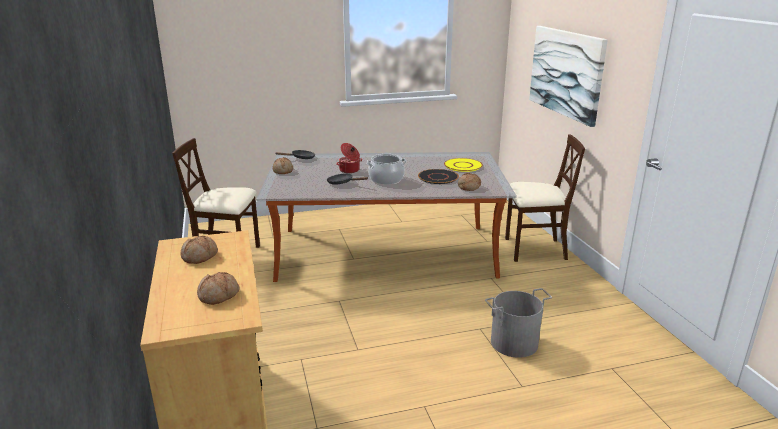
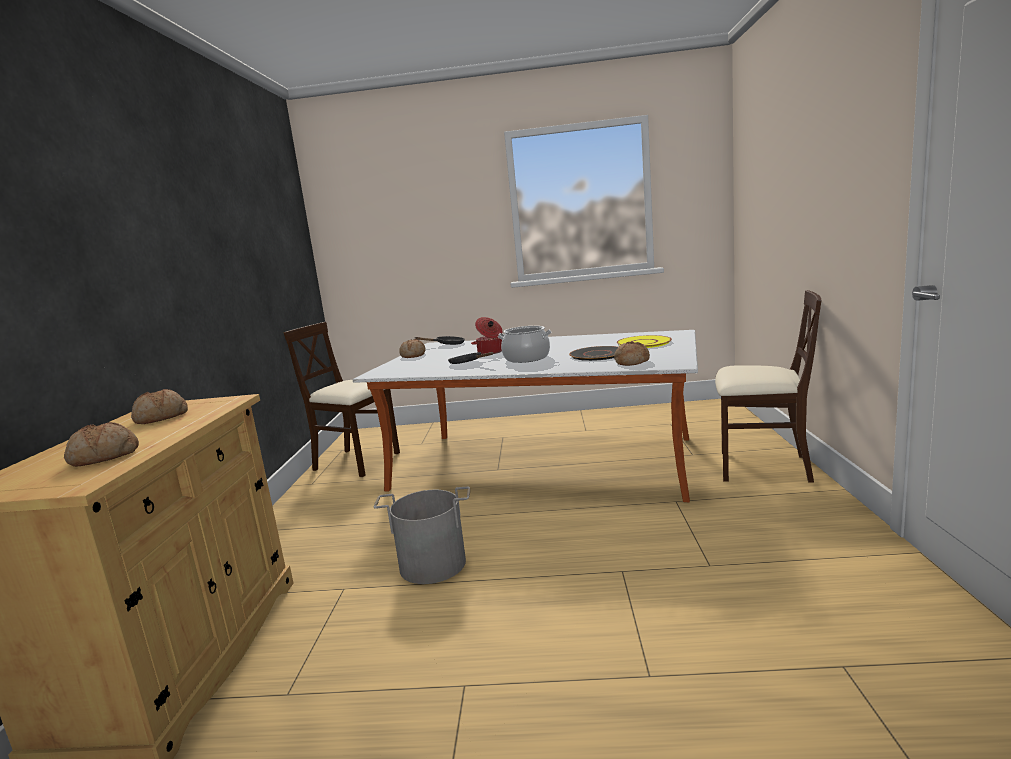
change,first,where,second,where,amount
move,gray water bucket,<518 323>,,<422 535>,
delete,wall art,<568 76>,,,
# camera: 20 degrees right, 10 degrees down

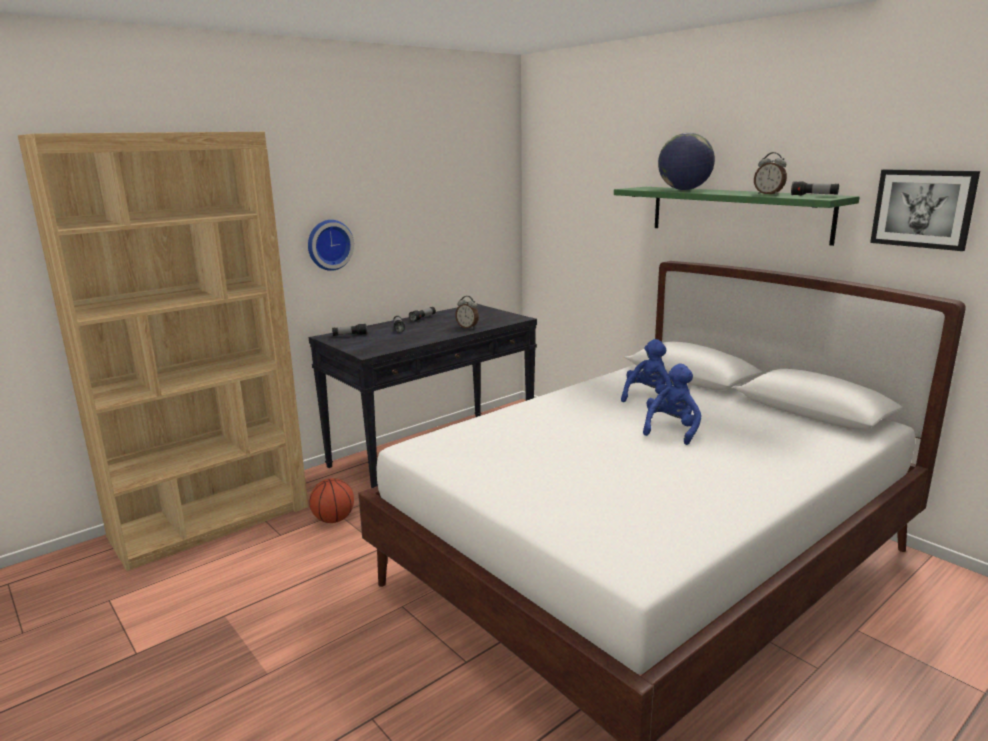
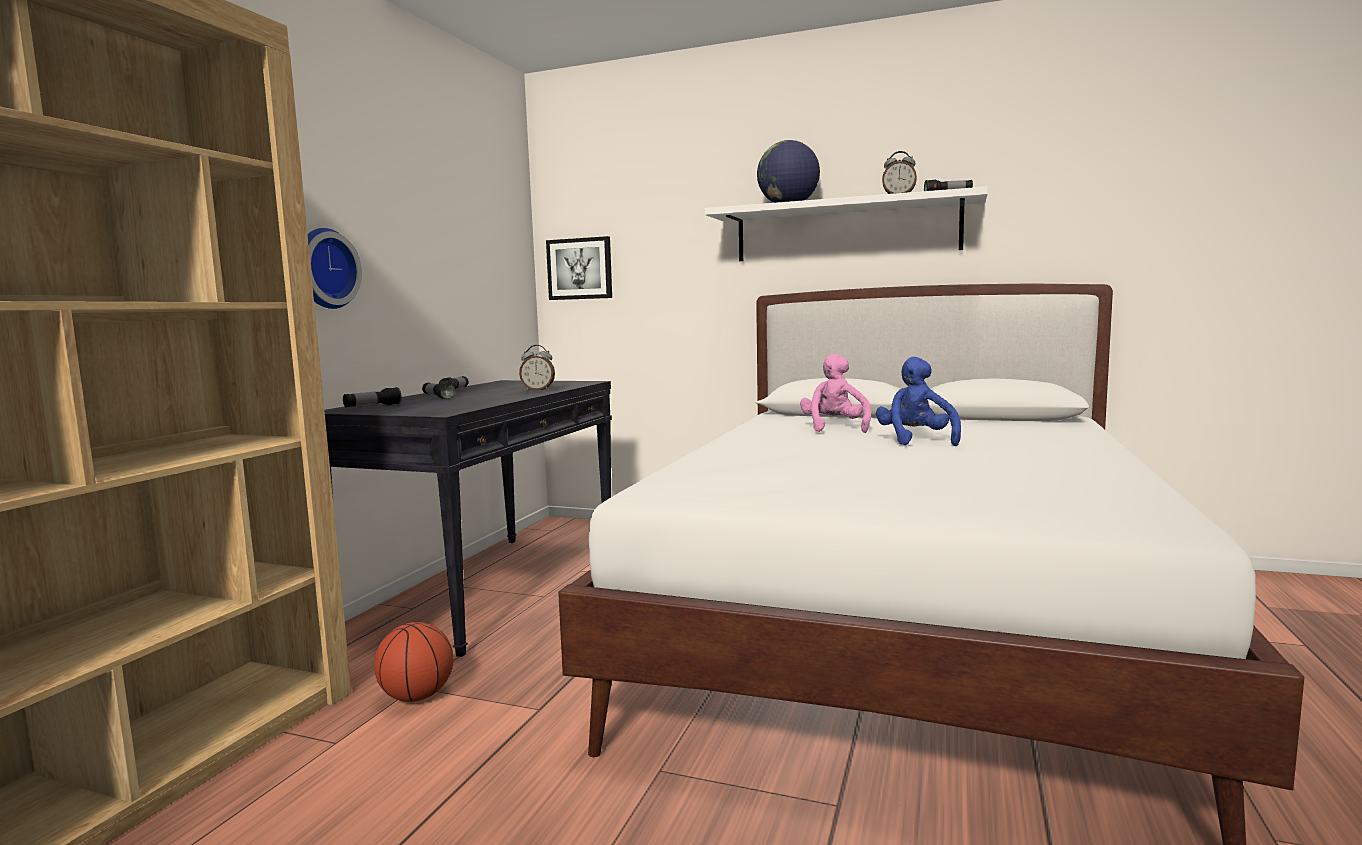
change,first,where,second,where,amount
recolor,green wall shelf,<737 216>,whitish wall shelf,<846 223>,
recolor,blue cuddly toy,<647 370>,pink-coloured cuddly toy,<835 393>,
move,wall art,<925 210>,,<579 268>,
# camera: 30 degrees left, 10 degrees down

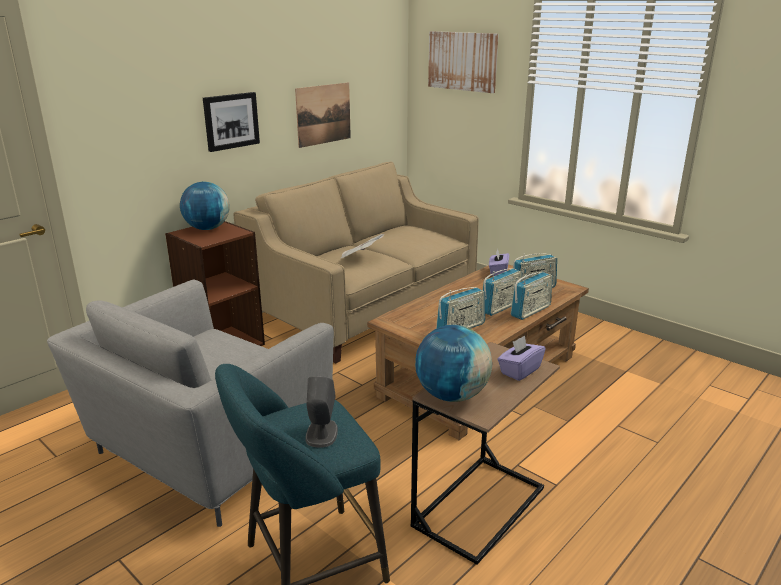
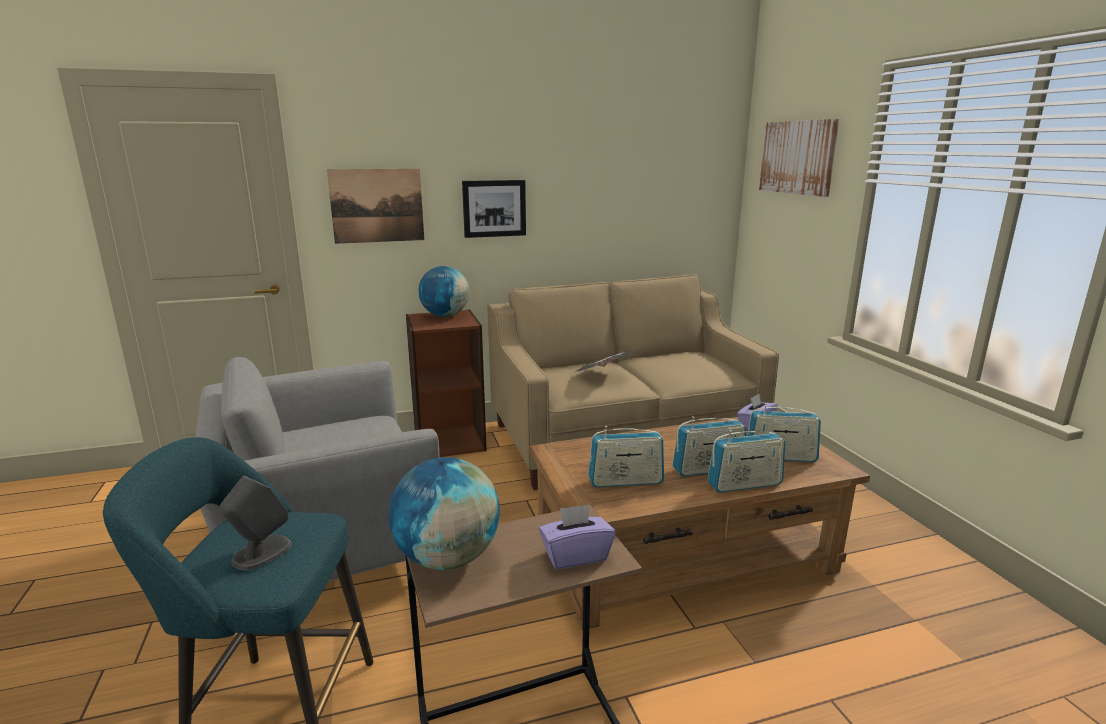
change,first,where,second,where,amount
move,wall art,<323 115>,,<375 206>,
# camera: 30 degrees right, 5 degrees down

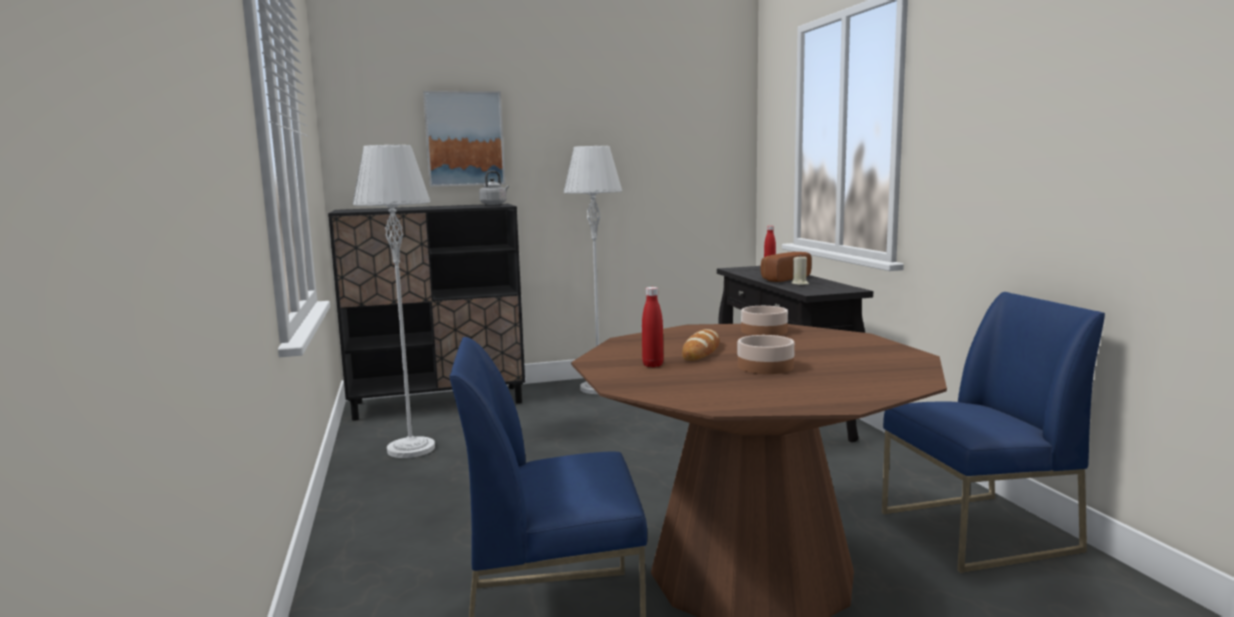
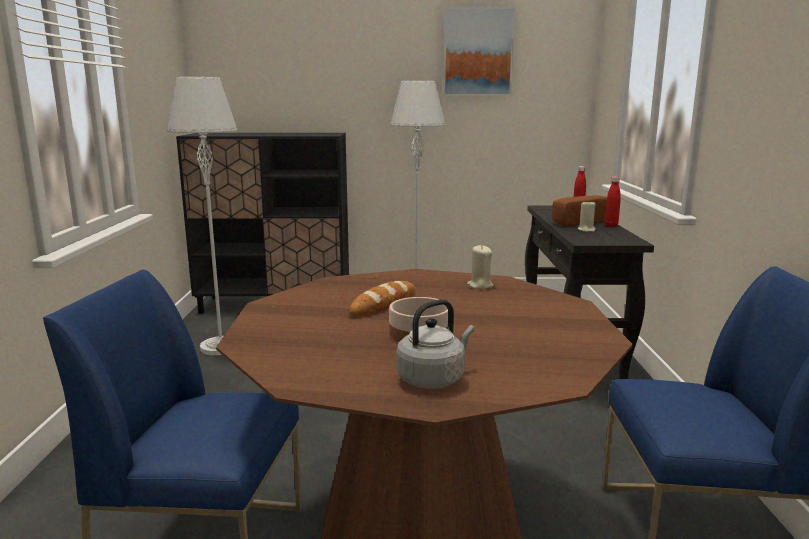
change,first,where,second,where,amount
move,wall art,<464 139>,,<479 51>,
move,gray water kettle,<494 188>,,<435 344>,
move,red drink bottle,<652 327>,,<613 202>,
replace,bowl,<764 321>,beige-coloured wax candle,<480 267>,
# camera: 15 degrees right, 5 degrees up

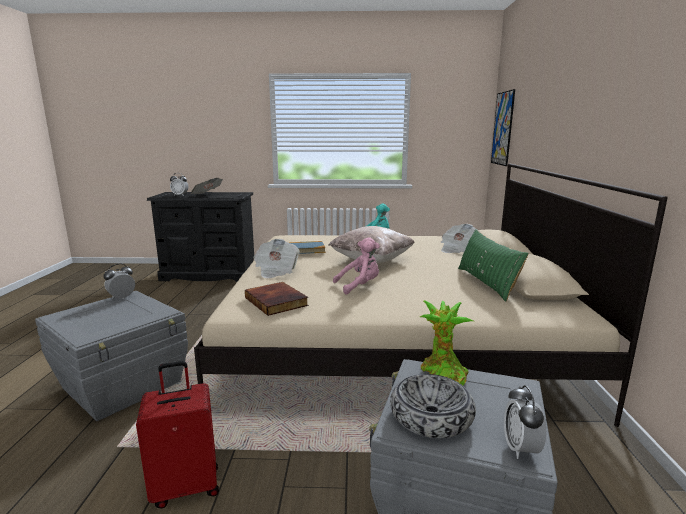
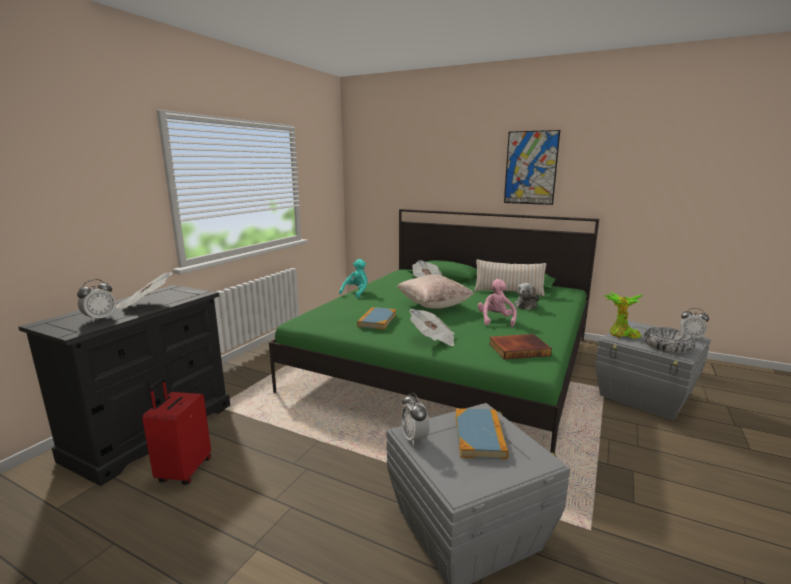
change,first,where,second,where,amount
move,red suitcase,<177 435>,,<176 431>,
recolor,beige-coloured sleeping bed,<431 295>,green sleeping bed,<434 331>,
recolor,green pillow,<493 265>,beige-coloured pillow,<510 277>,
move,wall art,<503 127>,,<532 167>,
insert,,,bound book,<482 434>,
insert,,,cuddly toy,<527 296>,
# camera: 65 degrees left, 0 degrees up

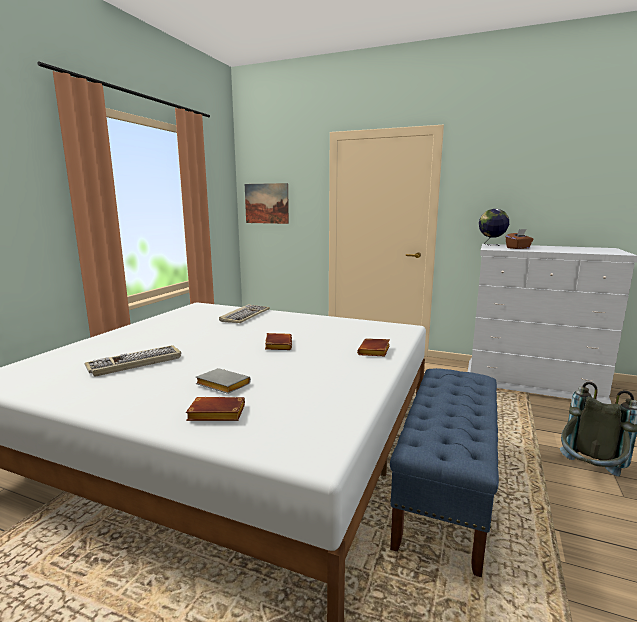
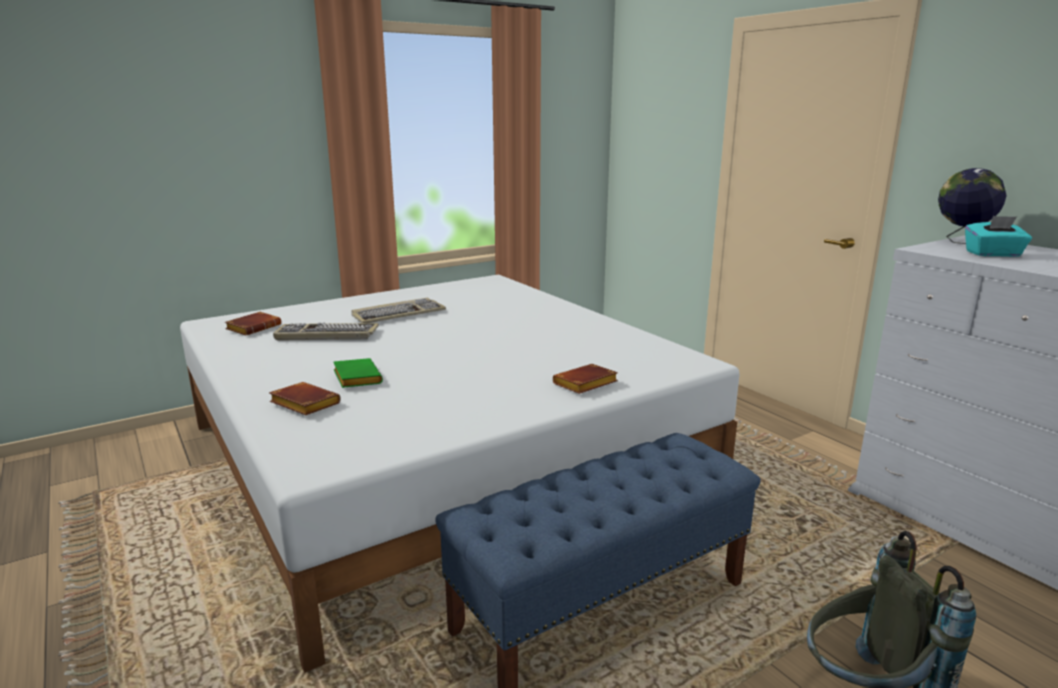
change,first,where,second,where,amount
recolor,gray bound book,<223 381>,green bound book,<358 373>,
move,keyboard,<244 313>,,<398 310>,
delete,wall art,<267 203>,,,
move,brown bound book,<278 341>,,<253 324>,
recolor,brown tissue holder,<519 239>,blue-green tissue holder,<998 236>,
# camera: 35 degrees right, 5 degrees up

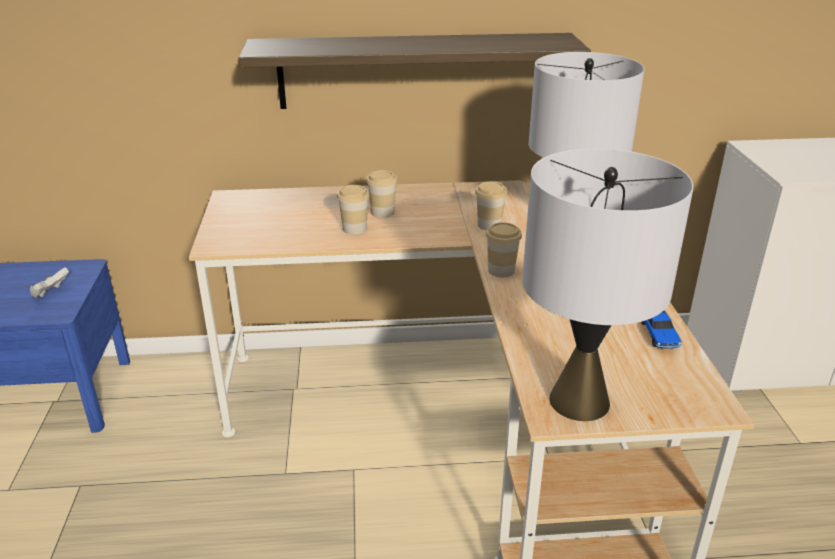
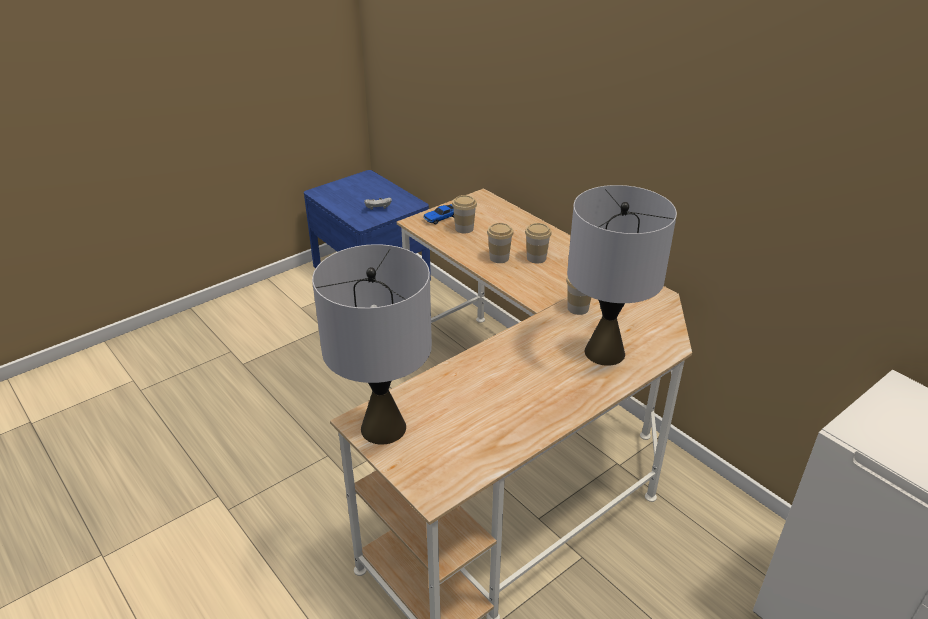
change,first,where,second,where,amount
delete,wall shelf,<414 71>,,,
move,small cup,<504 249>,,<464 214>,
move,model car,<661 329>,,<438 214>,
# camera: 55 degrees right, 5 degrees up

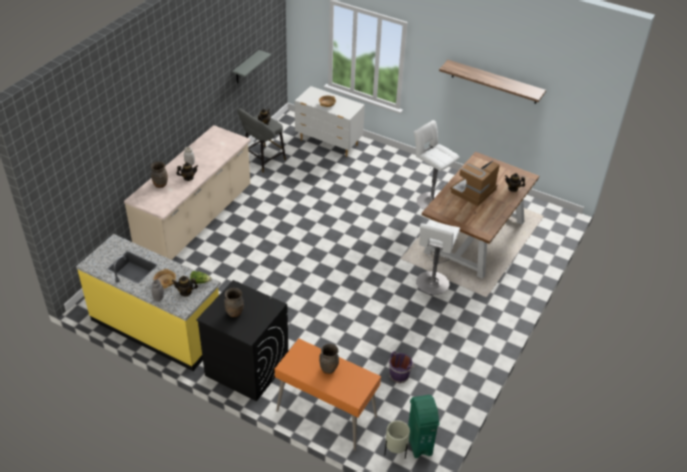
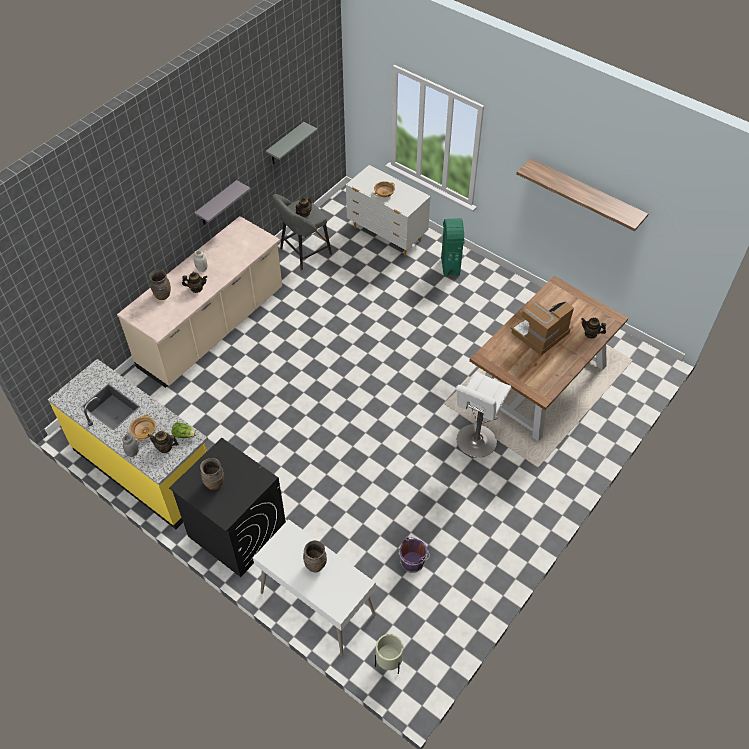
change,first,where,second,where,amount
recolor,orange desk,<328 395>,whitish desk,<314 587>,
move,green waste bin,<424 426>,,<453 247>,
delete,whitish stool,<437 165>,,,
insert,,,gray wall shelf,<223 202>,
# camera: 10 degrees right, 10 degrees up

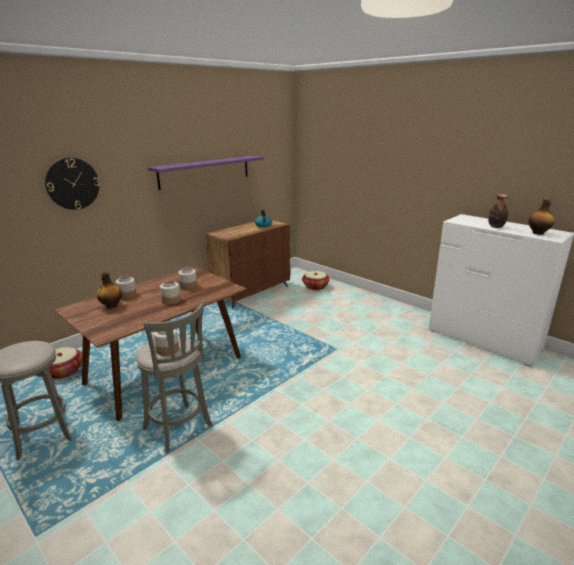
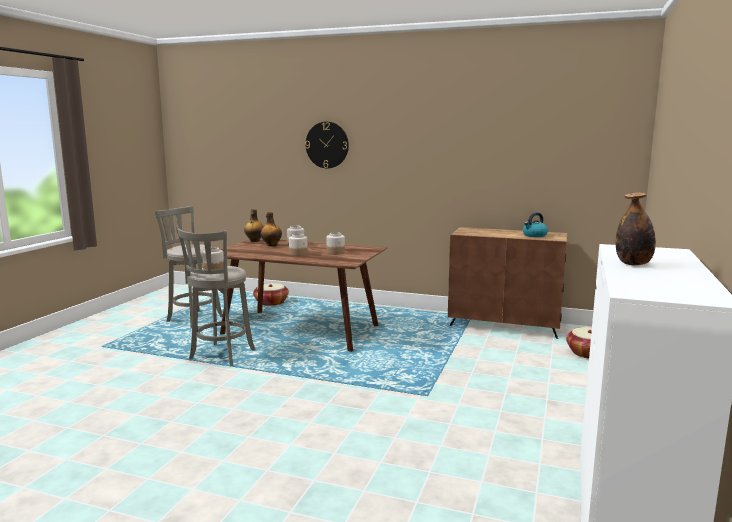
change,first,where,second,where,amount
delete,purplish wall shelf,<206 173>,,,
move,drink bottle,<541 216>,,<254 225>,
# camera: 65 degrees right, 10 degrees down

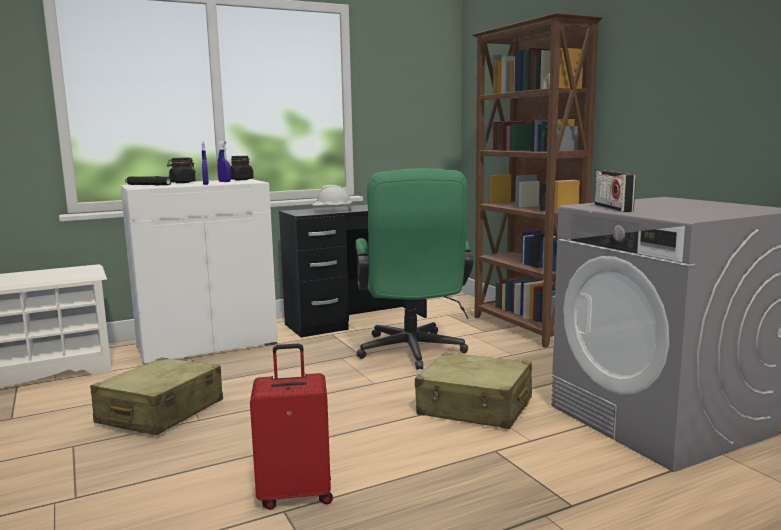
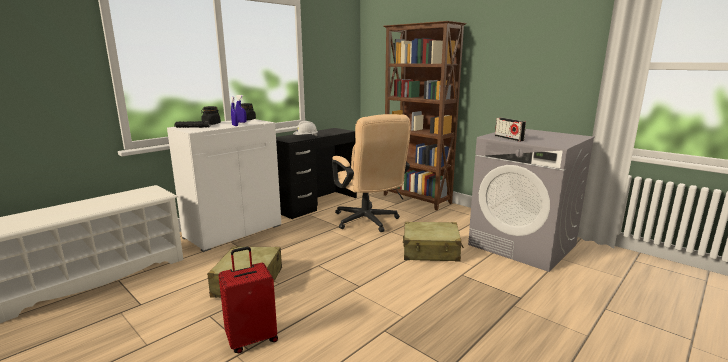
change,first,where,second,where,amount
move,red suitcase,<291 427>,,<248 300>,
recolor,green desk chair,<415 269>,beige-coloured desk chair,<371 173>,
# camera: 20 degrees left, 5 degrees up

